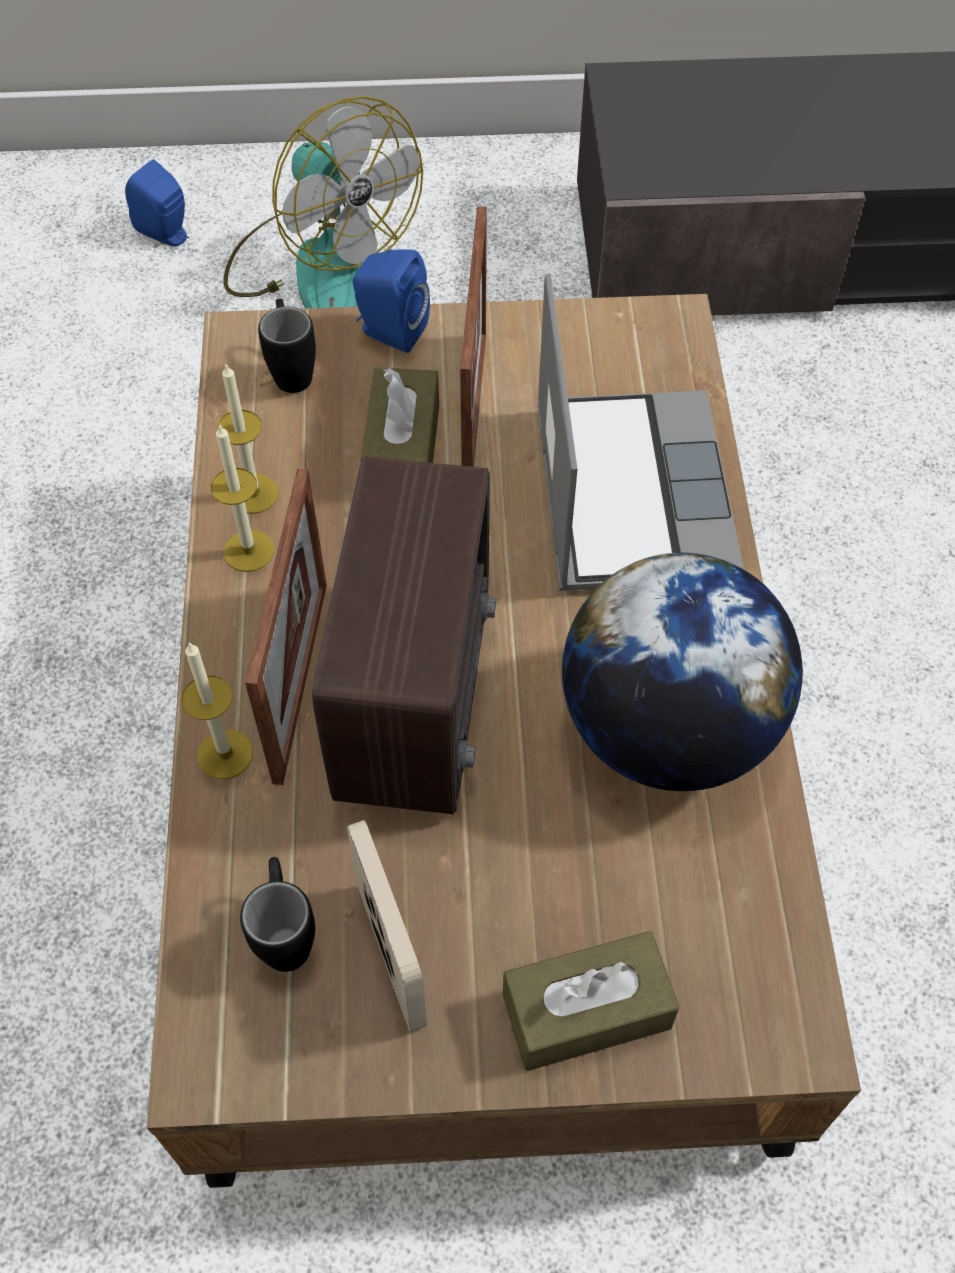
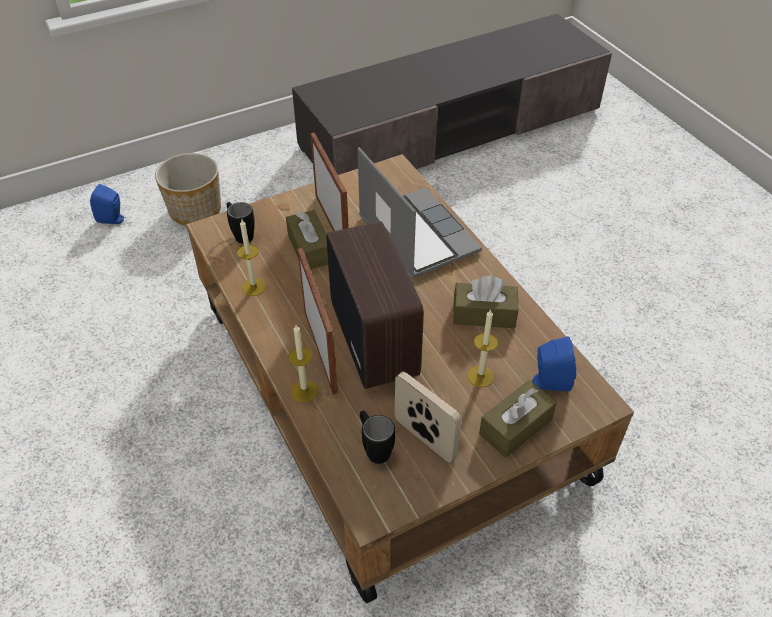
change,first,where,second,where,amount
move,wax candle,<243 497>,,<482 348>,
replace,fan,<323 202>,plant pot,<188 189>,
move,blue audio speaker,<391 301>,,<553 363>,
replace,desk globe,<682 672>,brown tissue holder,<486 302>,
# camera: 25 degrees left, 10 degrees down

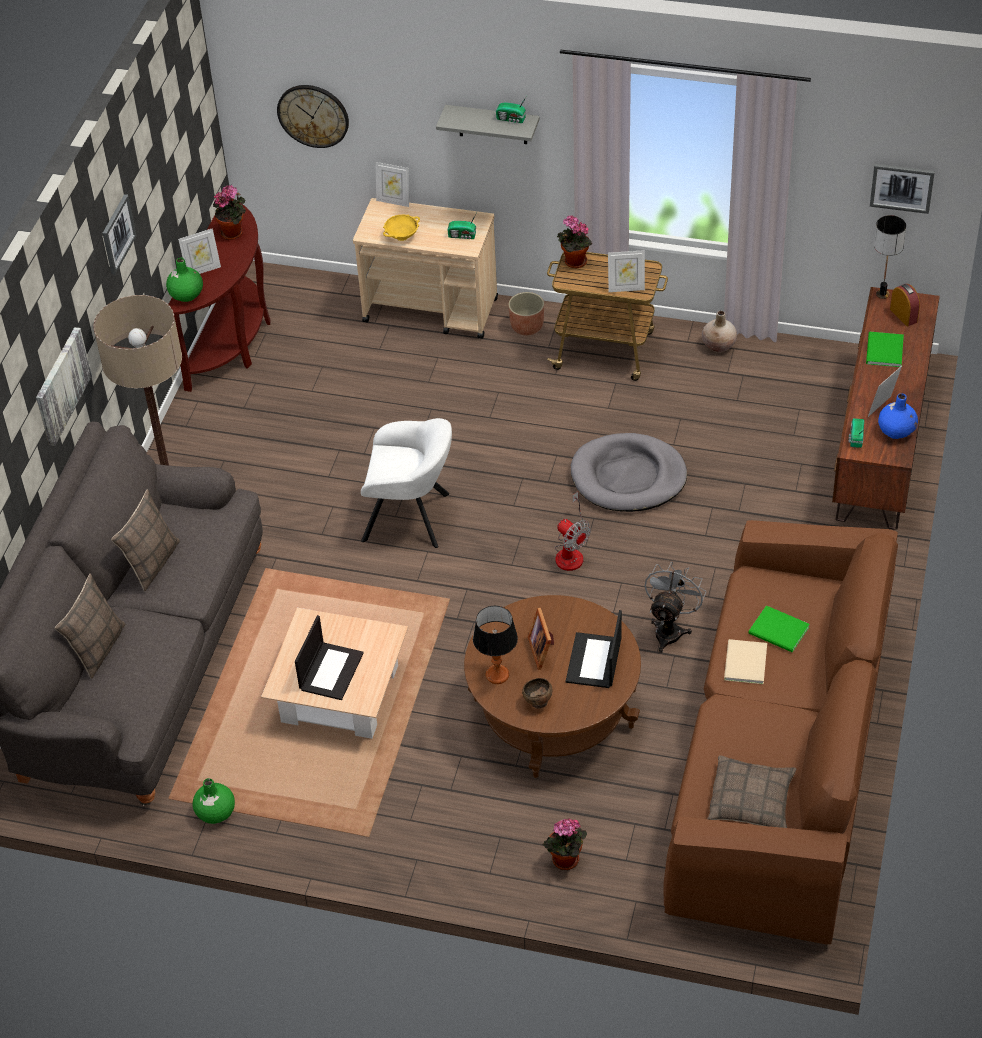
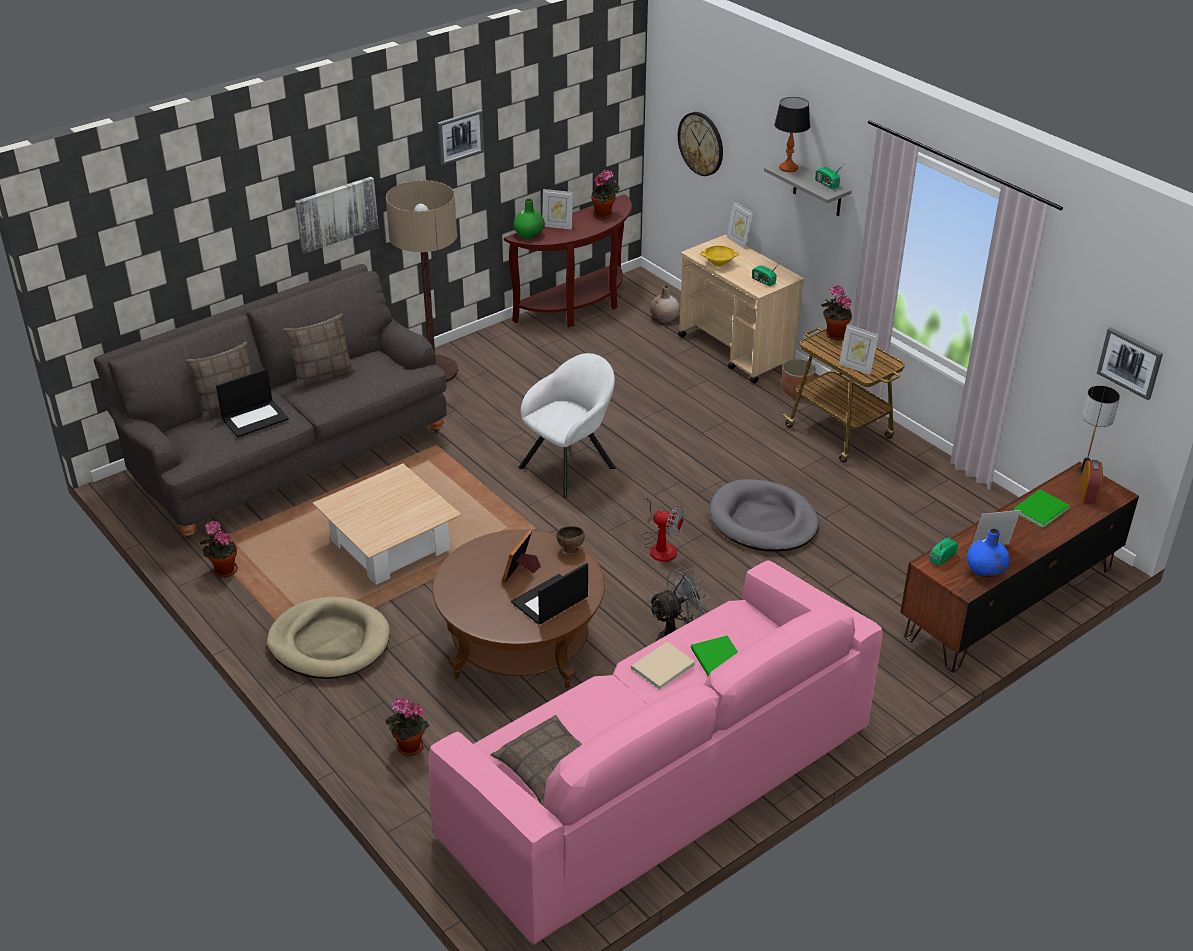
change,first,where,second,where,amount
replace,green flower vase,<214 801>,houseplant,<219 549>,
move,notebook computer,<329 657>,,<252 403>,
rotate,whitish lounge chair,<406 483>,,<567 425>,90 degrees counterclockwise
move,lamp for a table,<495 645>,,<792 134>,
move,brown bowl,<537 693>,,<571 540>,
rotate,fan,<573 531>,,<663 527>,60 degrees counterclockwise
recolor,brown sofa,<780 732>,pink-coloured sofa,<655 752>,
move,beige-coloured flower vase,<719 331>,,<665 304>,
insert,,,beige-coloured pet bed,<328 638>,
# camera: 35 degrees right, 10 degrees down

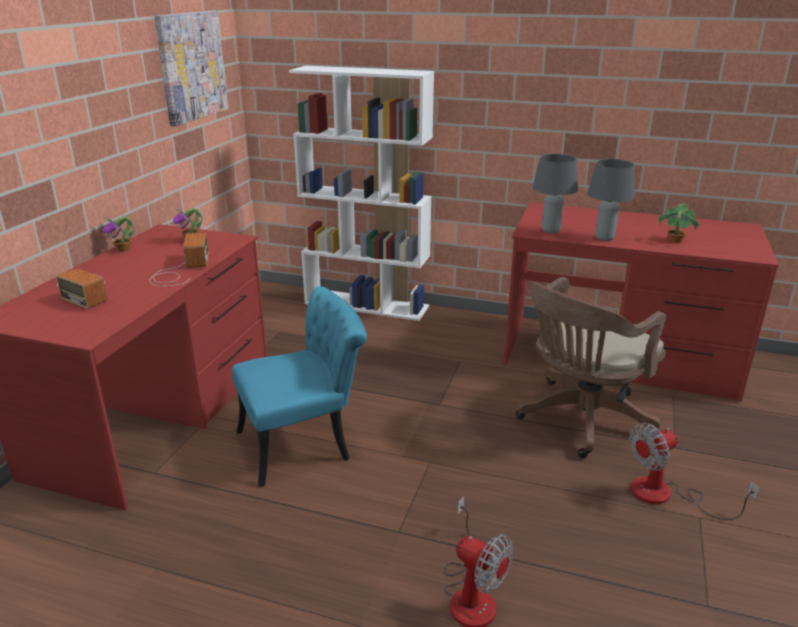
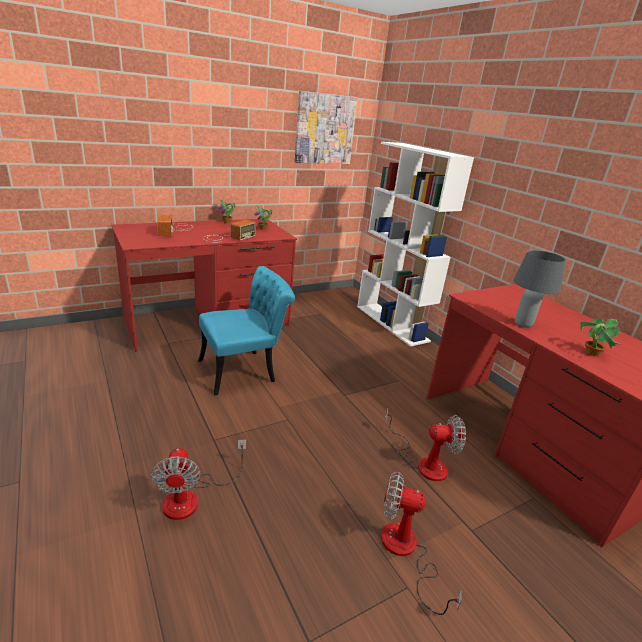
change,first,where,second,where,amount
rotate,blue-green chair,<299 386>,,<246 330>,45 degrees counterclockwise
replace,brown desk chair,<591 368>,fan,<426 444>,
delete,gray lamp for a table,<555 194>,,,
# camera: 40 degrees right, 0 degrees up

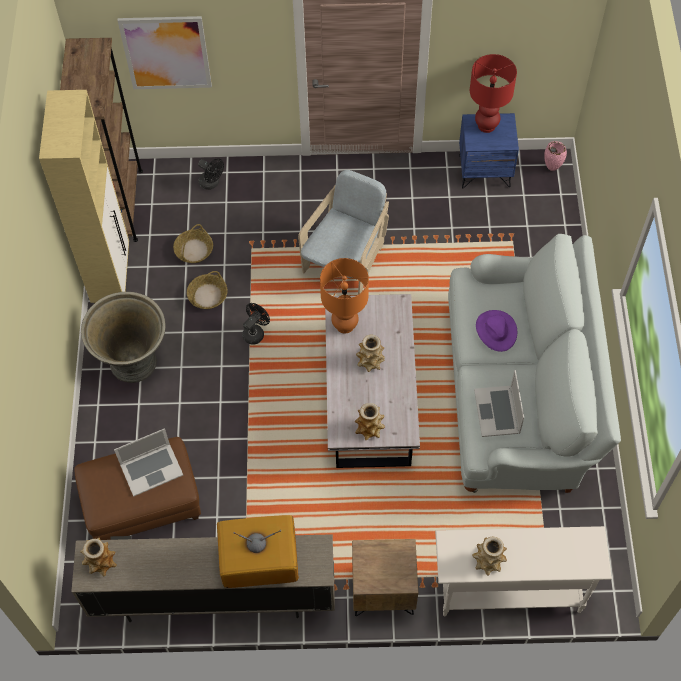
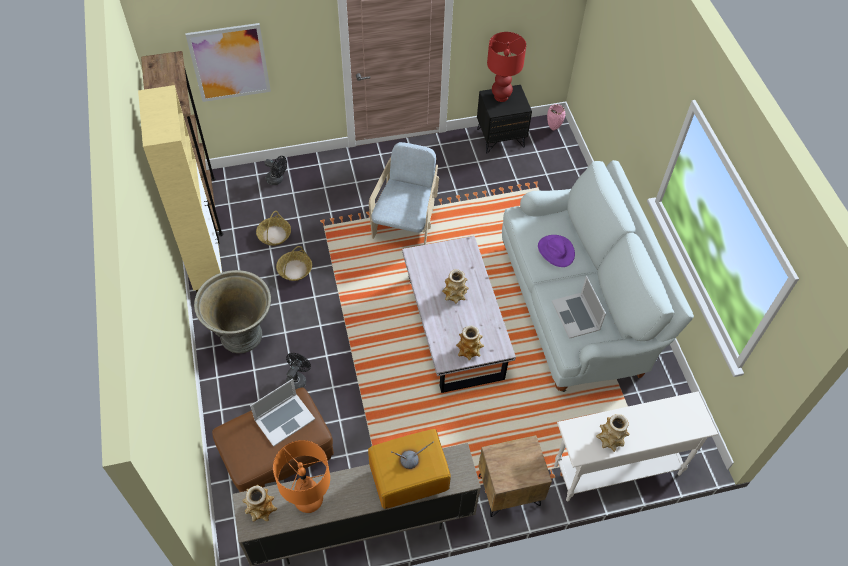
change,first,where,second,where,amount
move,black-coloured fan,<256 324>,,<298 371>,
move,orange lamp for a table,<344 296>,,<301 476>,
recolor,blue nightstand,<489 150>,black-coloured nightstand,<504 119>,
# camera: 15 degrees left, 5 degrees down

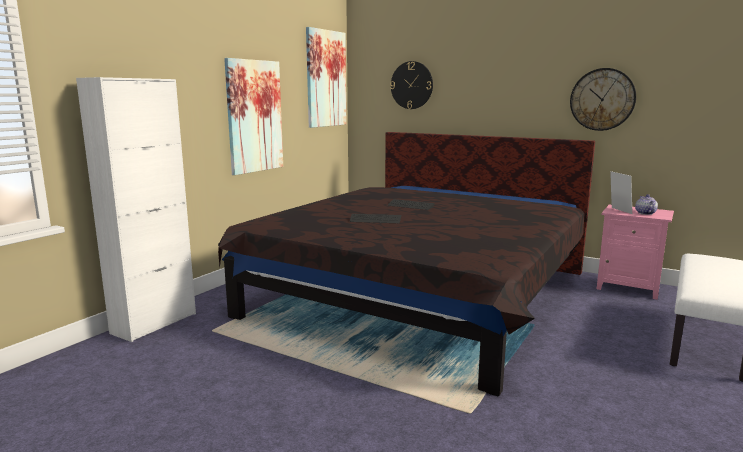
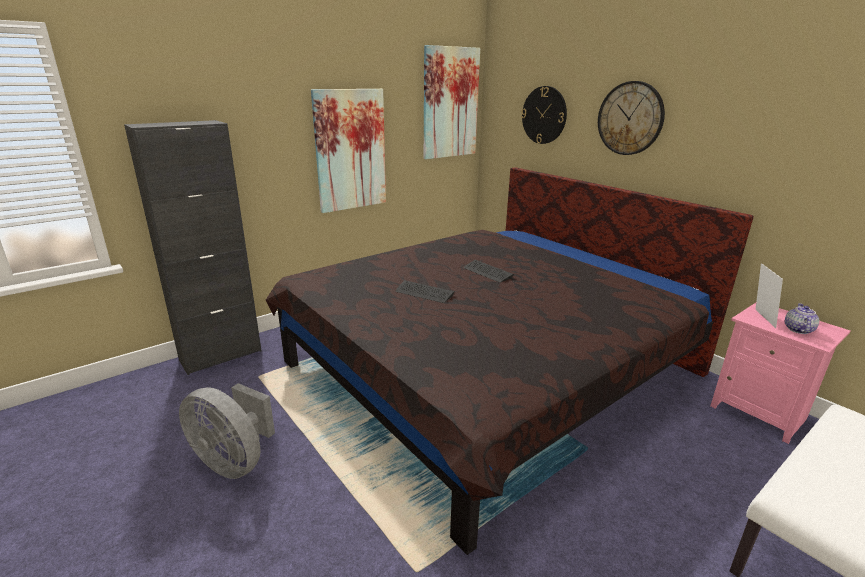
change,first,where,second,where,amount
recolor,whitish cabinet,<136 209>,black-coloured cabinet,<193 247>,
move,hanging clock,<603 99>,,<631 118>,
insert,,,gray fan,<227 431>,
# camera: 20 degrees right, 10 degrees up

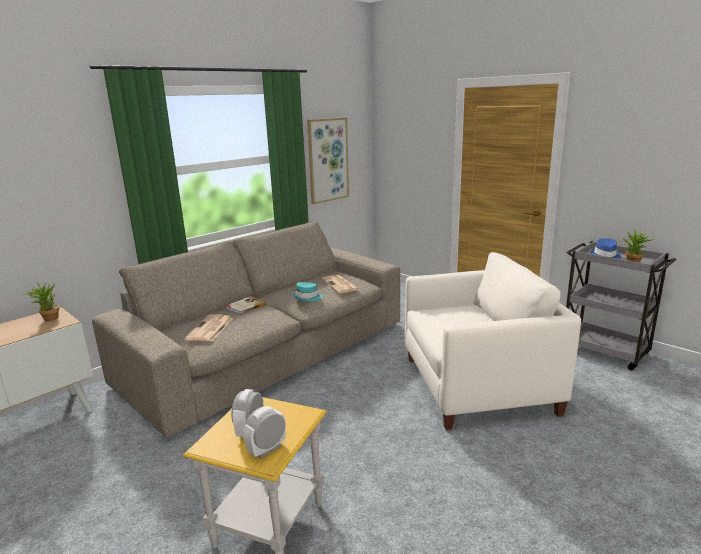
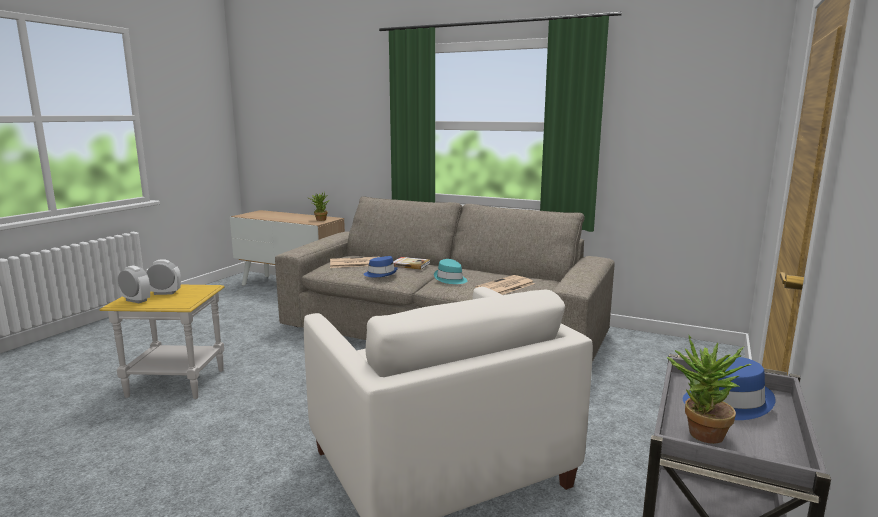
change,first,where,second,where,amount
delete,wall art,<328 160>,,,
insert,,,blue clothing hat,<381 267>,
# camera: 70 degrees right, 5 degrees down

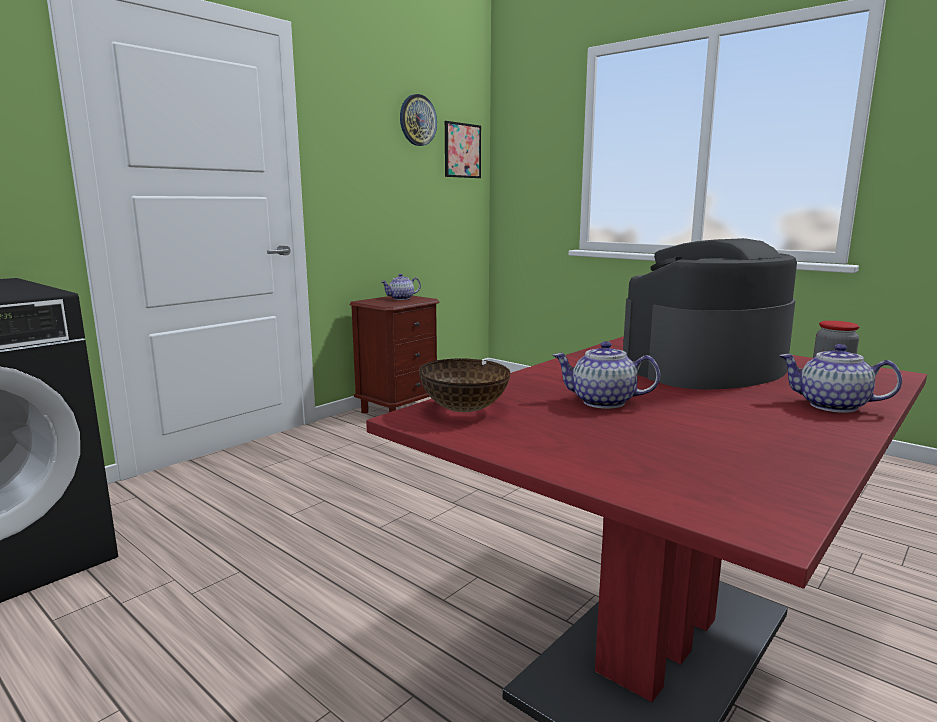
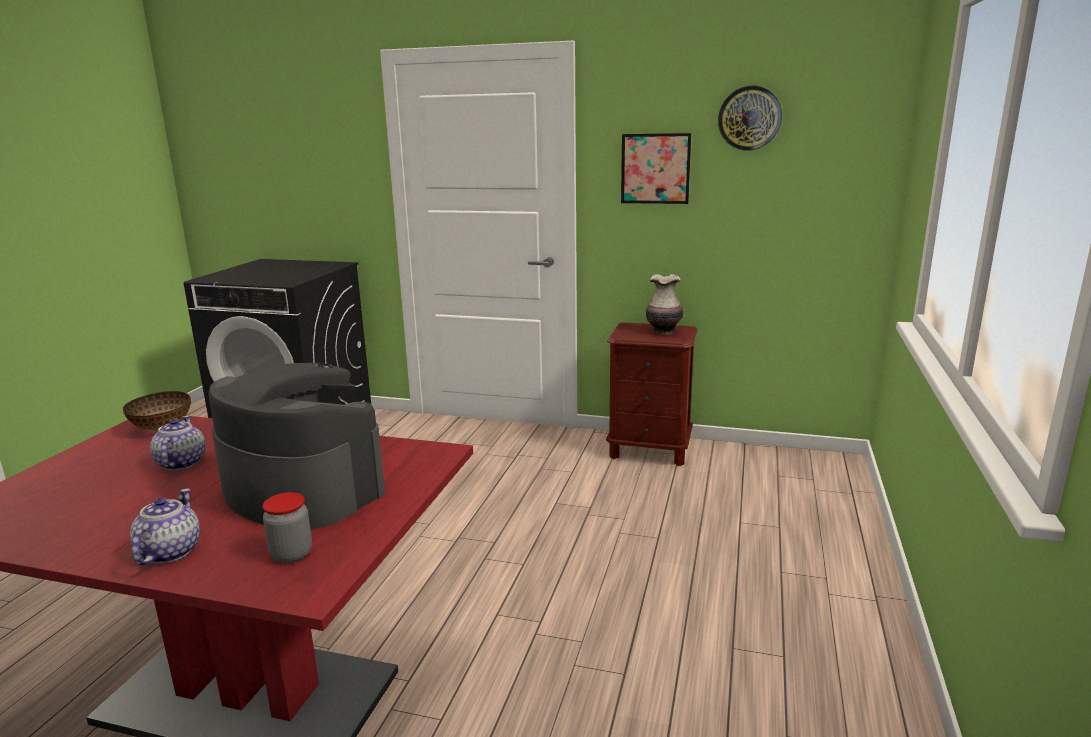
change,first,where,second,where,amount
replace,teapot,<401 287>,flower vase,<664 304>,
move,wall art,<463 149>,,<656 168>,
# camera: 65 degrees right, 5 degrees up

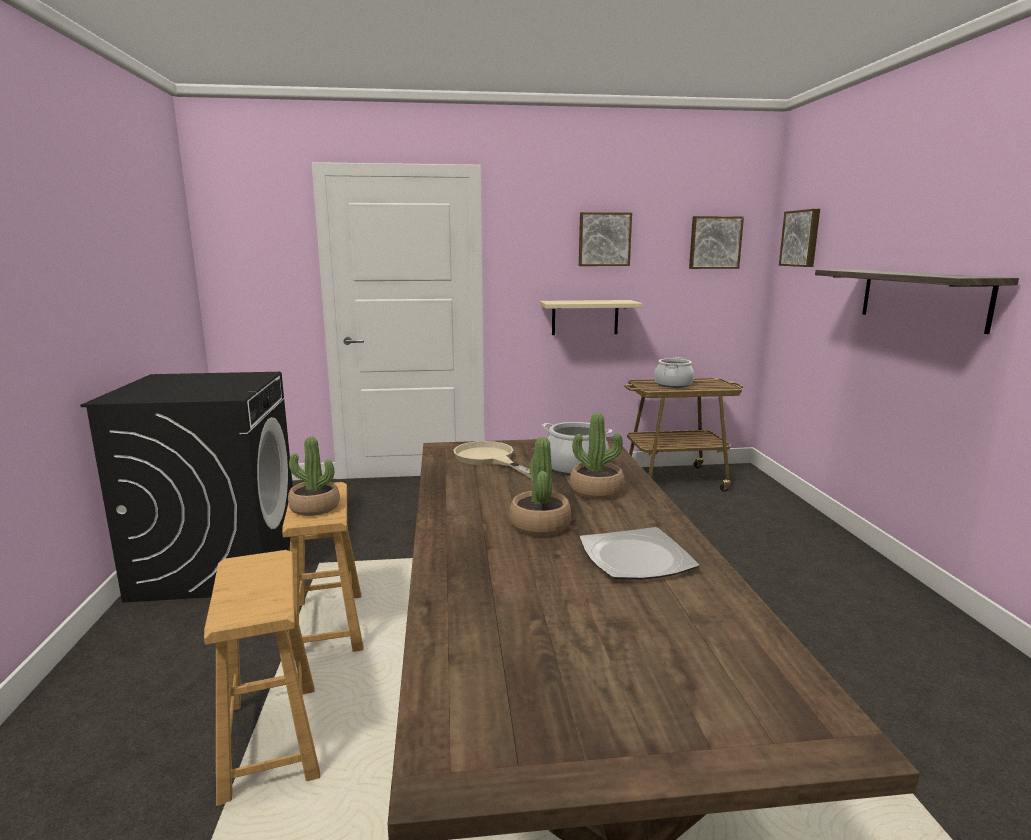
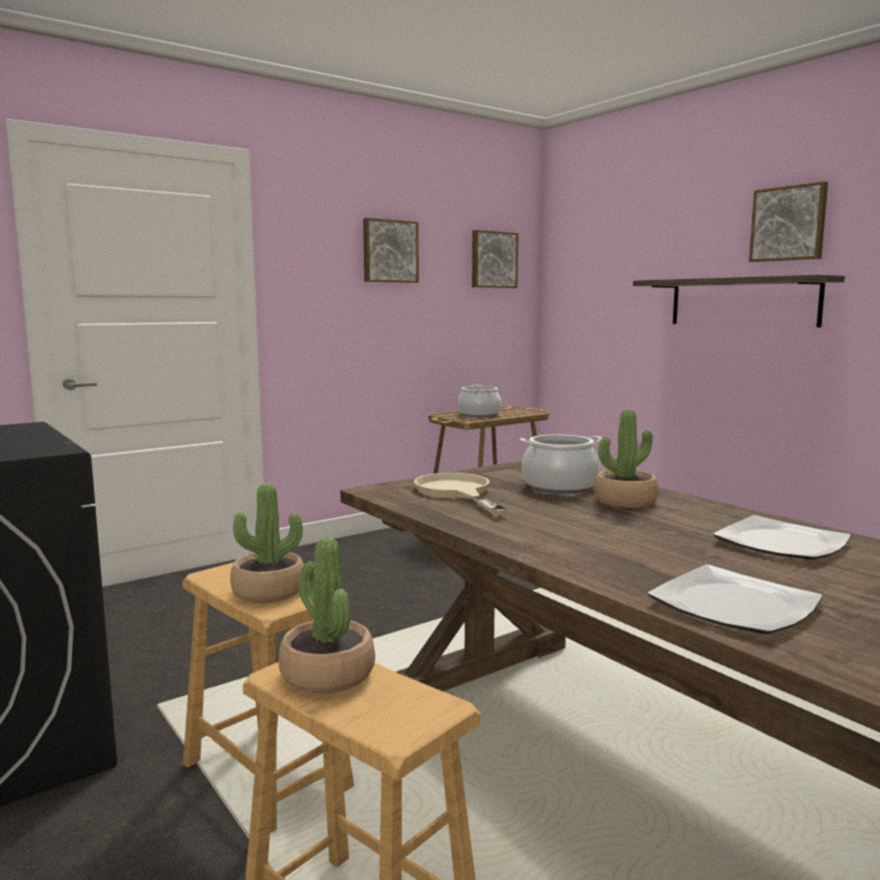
change,first,where,second,where,amount
rotate,beige-coloured skillet,<492 459>,,<461 494>,45 degrees clockwise
move,houseplant,<540 486>,,<327 615>,
delete,beige-coloured wall shelf,<591 317>,,,
move,wall art,<799 238>,,<788 221>,
insert,,,dinner plate,<735 599>,
# camera: 30 degrees left, 5 degrees down

